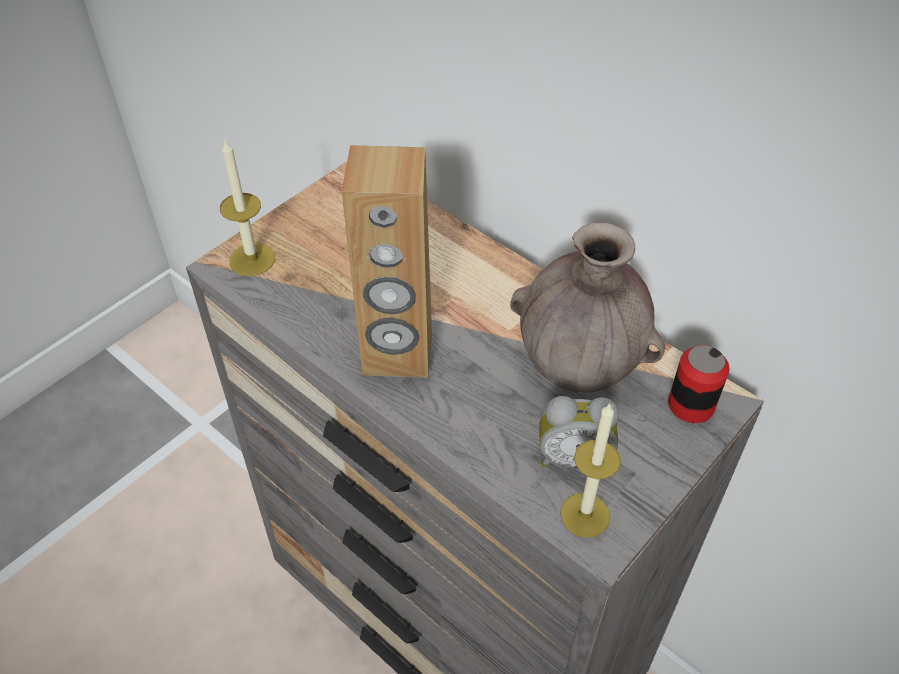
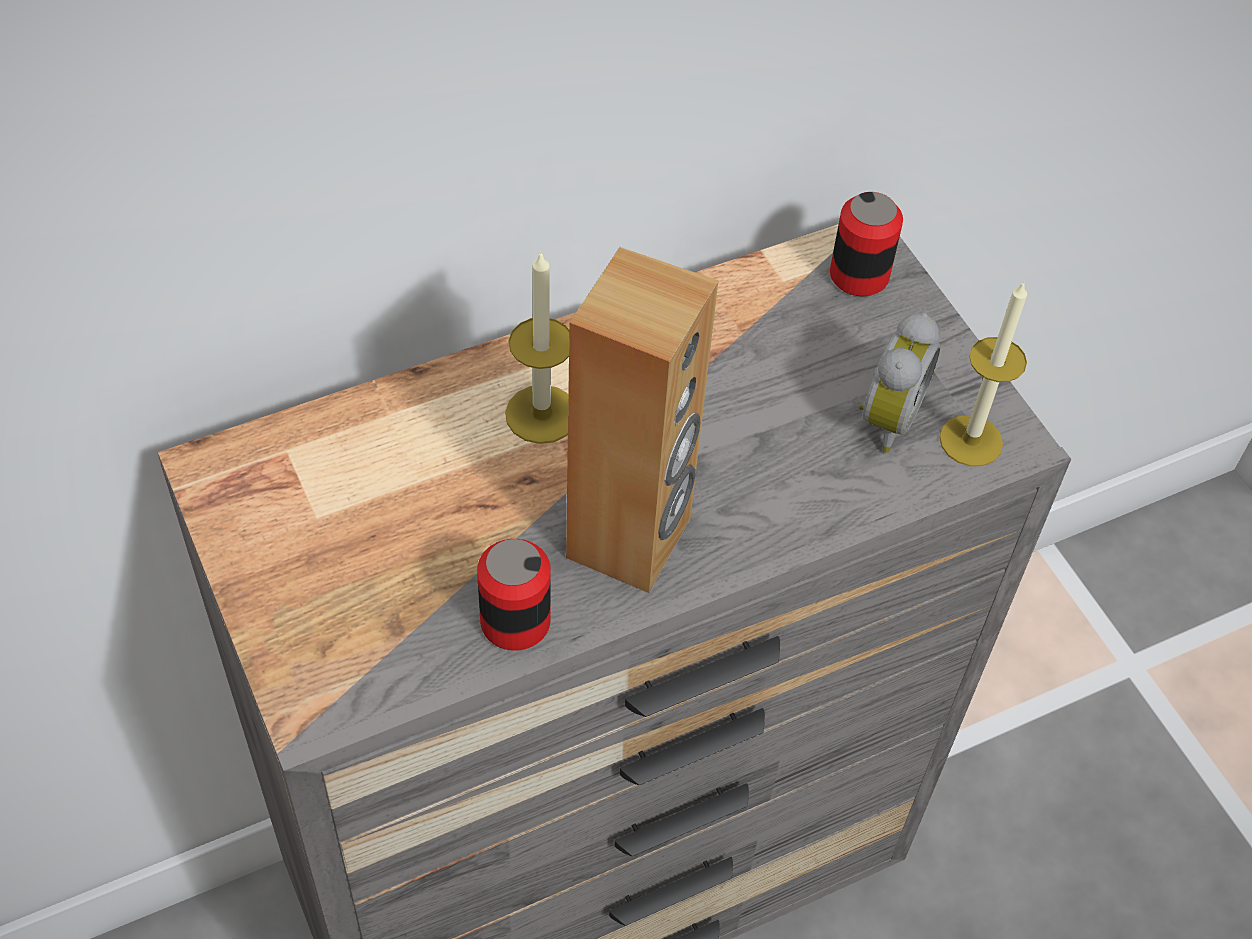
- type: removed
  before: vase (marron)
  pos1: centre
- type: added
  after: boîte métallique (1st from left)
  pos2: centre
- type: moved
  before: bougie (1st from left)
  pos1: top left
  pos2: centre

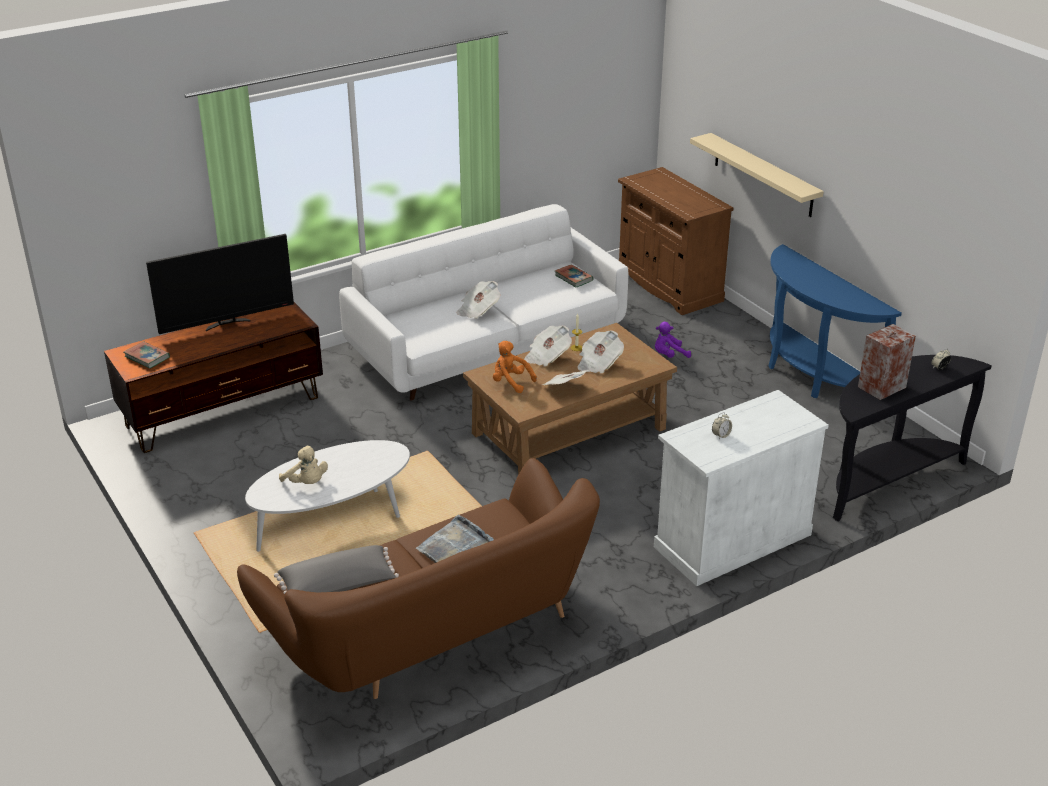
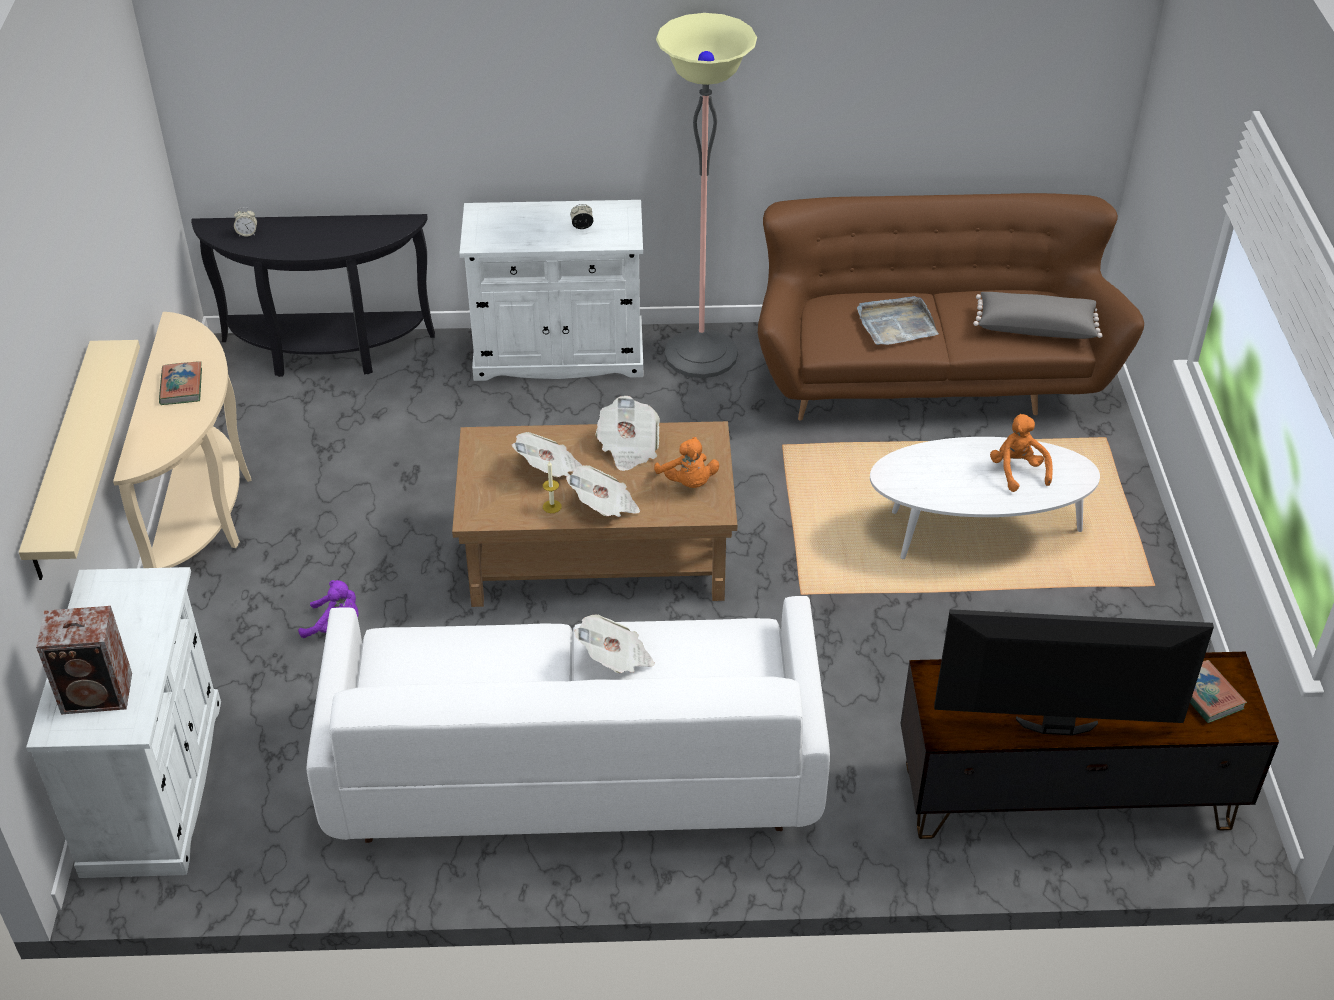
- type: added
  after: lampadaire
  pos2: top centre
- type: moved
  before: livre (2nd from left in the first image)
  after: livre (1st from left)
  pos1: centre
  pos2: middle left
- type: moved
  before: enceinte
  pos1: middle right
  pos2: middle left
- type: recoloured
  before: peluche (beige)
  after: peluche (orange) (2nd from left)
  pos1: middle left
  pos2: middle right
- type: recoloured
  before: meuble de rangement (marron)
  after: meuble de rangement (blanc) (1st from left)
  pos1: top centre
  pos2: bottom left
- type: recoloured
  before: table console (bleu)
  after: table console (beige)
  pos1: middle right
  pos2: middle left

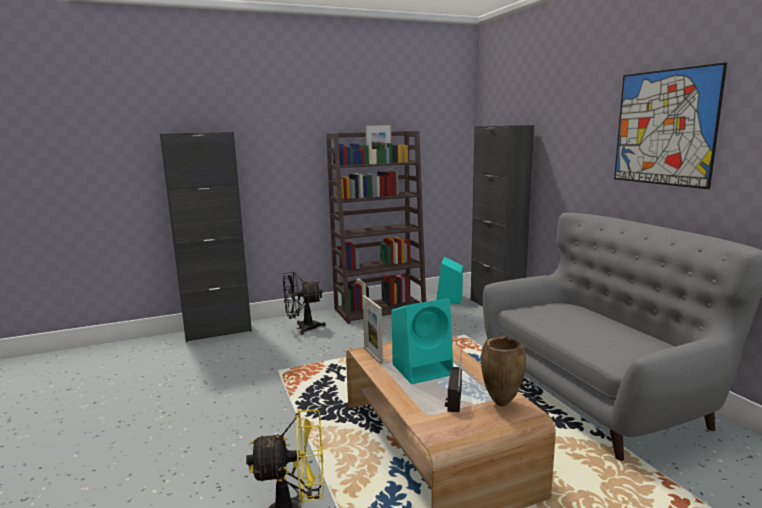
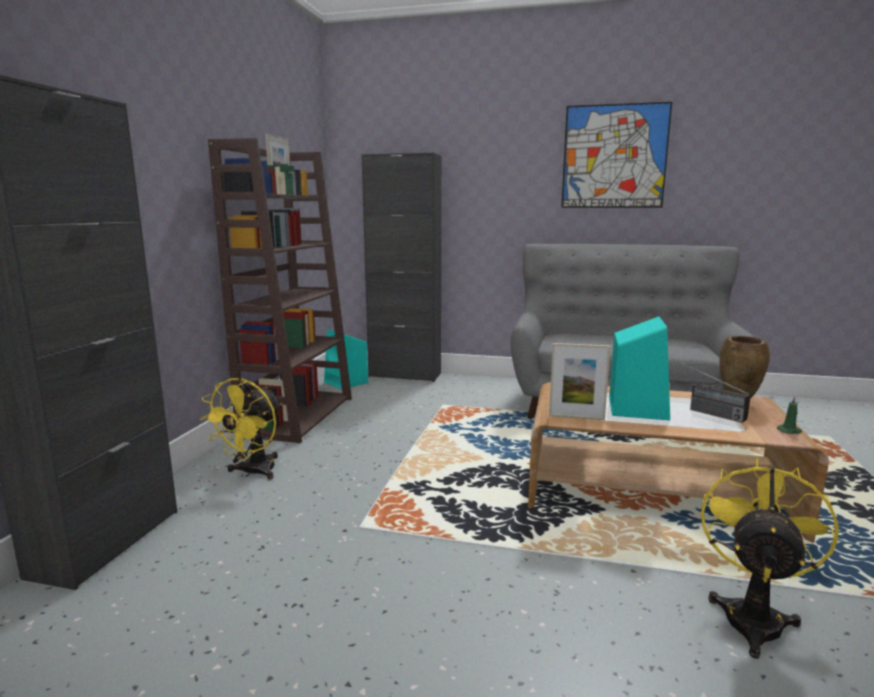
- type: added
  after: bougie (vert)
  pos2: middle right
- type: recoloured
  before: ventilateur (noir)
  after: ventilateur (jaune) (1st from left)
  pos1: centre
  pos2: middle left

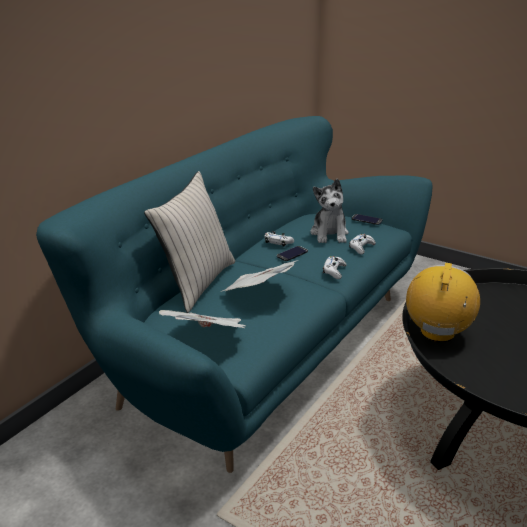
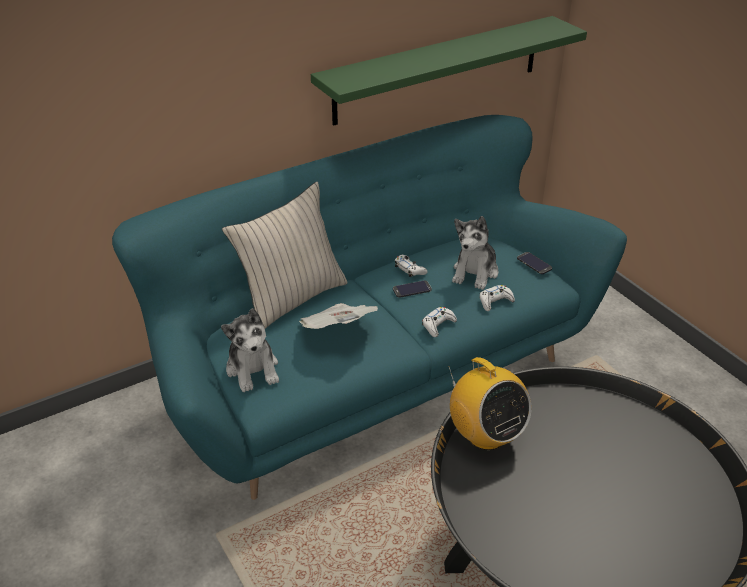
- type: added
  after: étagère (vert)
  pos2: top centre
- type: replaced
  before: journal (1st from left)
  after: peluche (1st from left)
  pos1: centre
  pos2: centre
- type: turned
  before: radio
  pos1: middle right
  pos2: bottom centre
  turn: 105

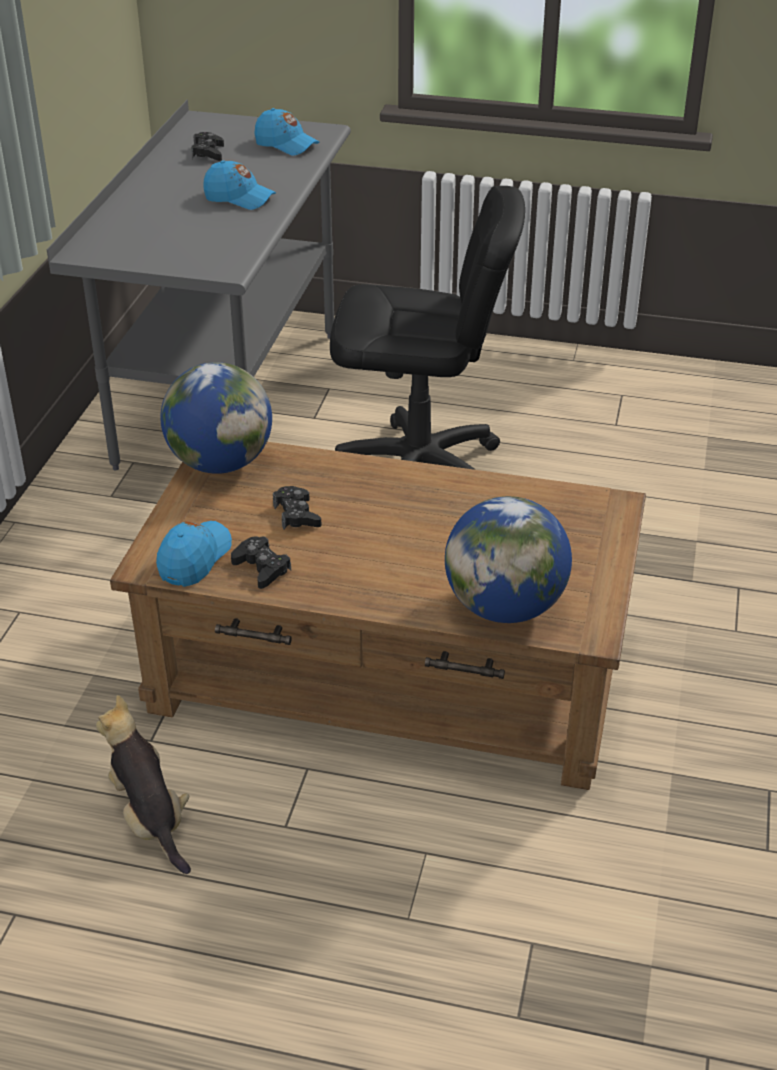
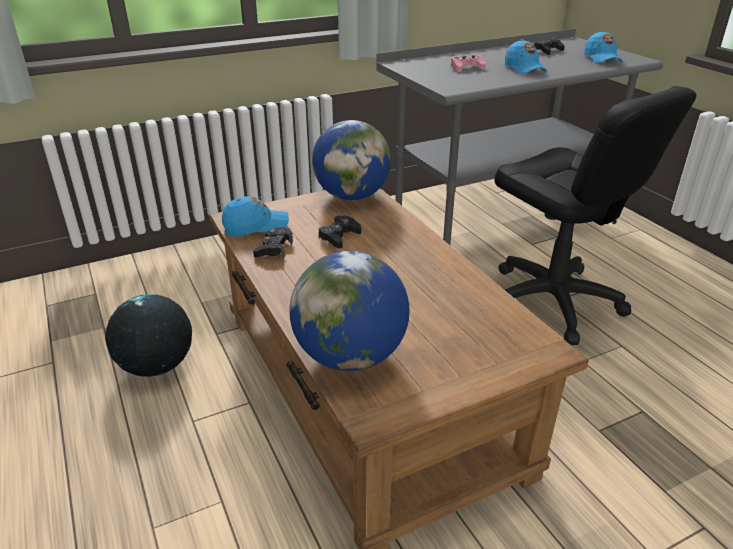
- type: added
  after: manette (rose)
  pos2: top centre
- type: replaced
  before: peluche
  after: globe (1st from left)
  pos1: bottom left
  pos2: middle left

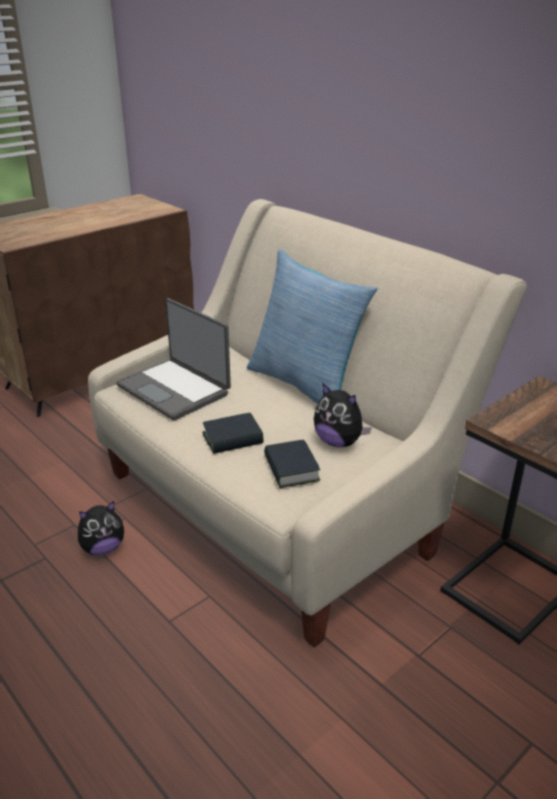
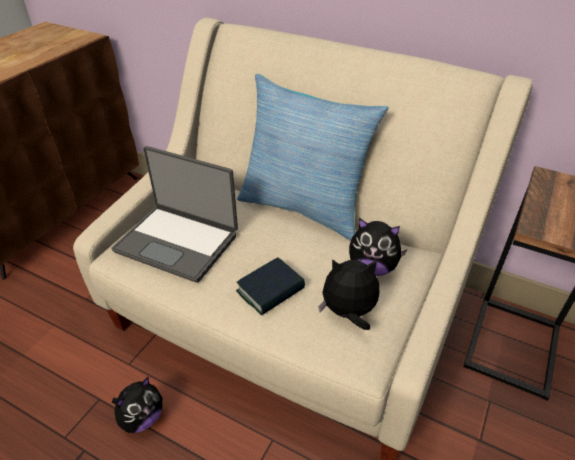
- type: replaced
  before: livre (2nd from left)
  after: peluche (2nd from left)
  pos1: centre
  pos2: centre

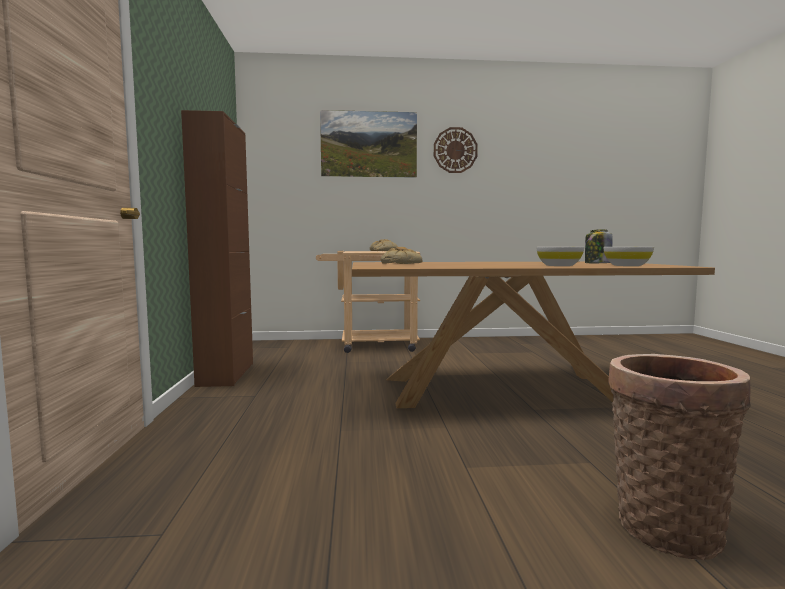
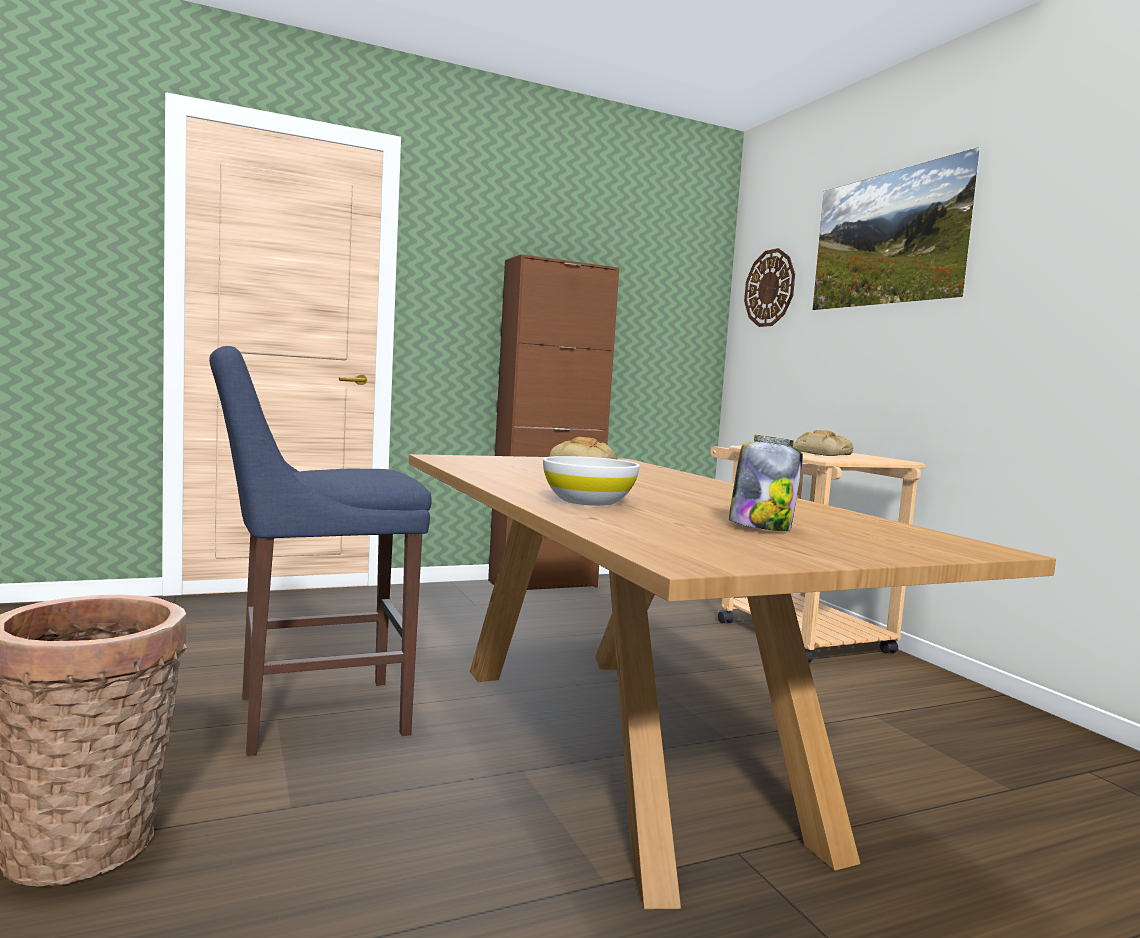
- type: removed
  before: bol (blanc) (2nd from left)
  pos1: middle right
- type: added
  after: tabouret (bleu)
  pos2: middle left
- type: moved
  before: horloge murale
  pos1: top centre
  pos2: top right

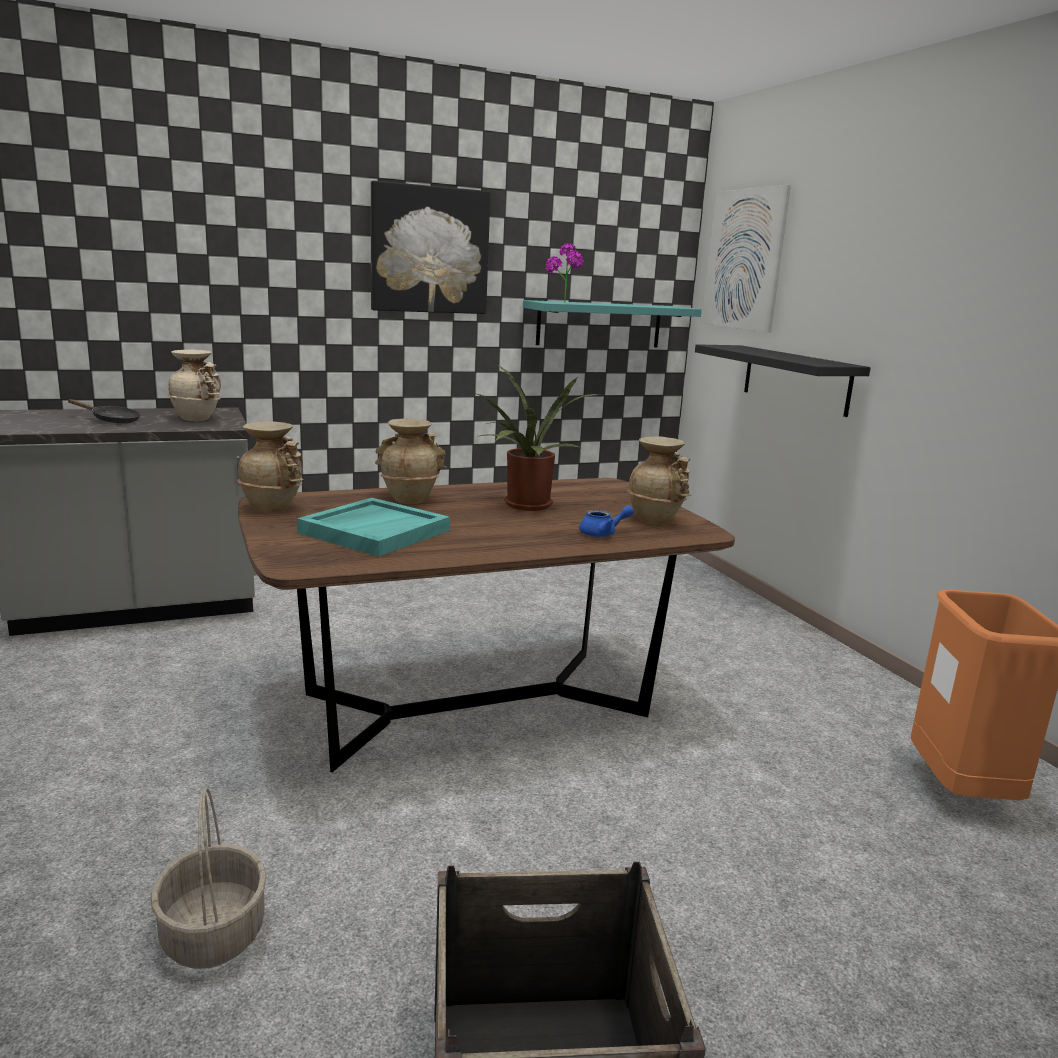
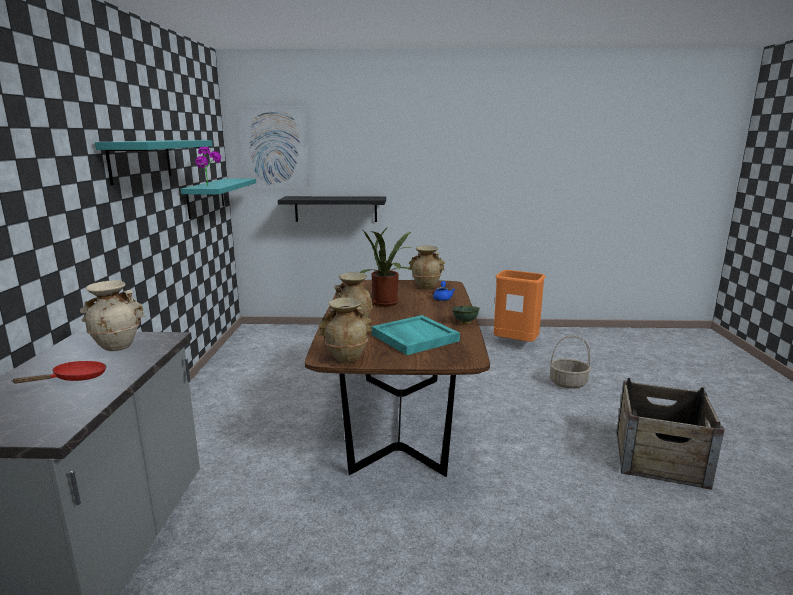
- type: added
  after: bol (vert)
  pos2: centre
- type: moved
  before: panier
  pos1: bottom left
  pos2: middle right
- type: replaced
  before: tableau (1st from left)
  after: étagère (turquoise) (1st from left)
  pos1: top centre
  pos2: top left
- type: recoloured
  before: poêle (noir)
  after: poêle (rouge)
  pos1: middle left
  pos2: middle left

